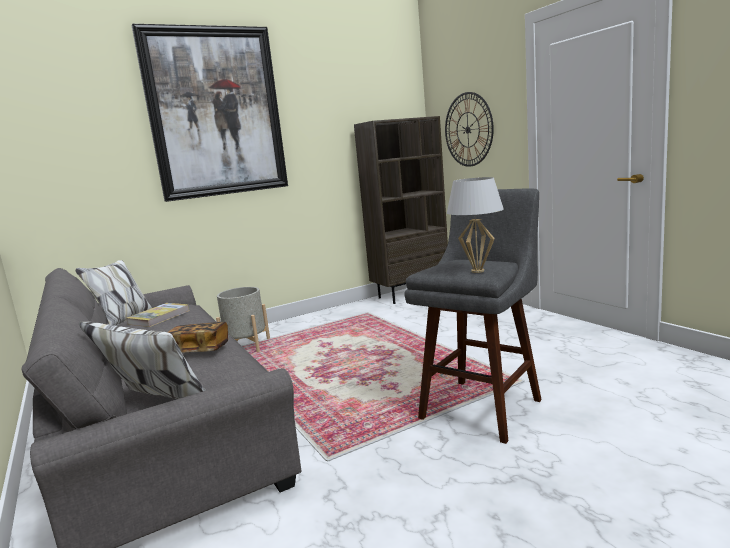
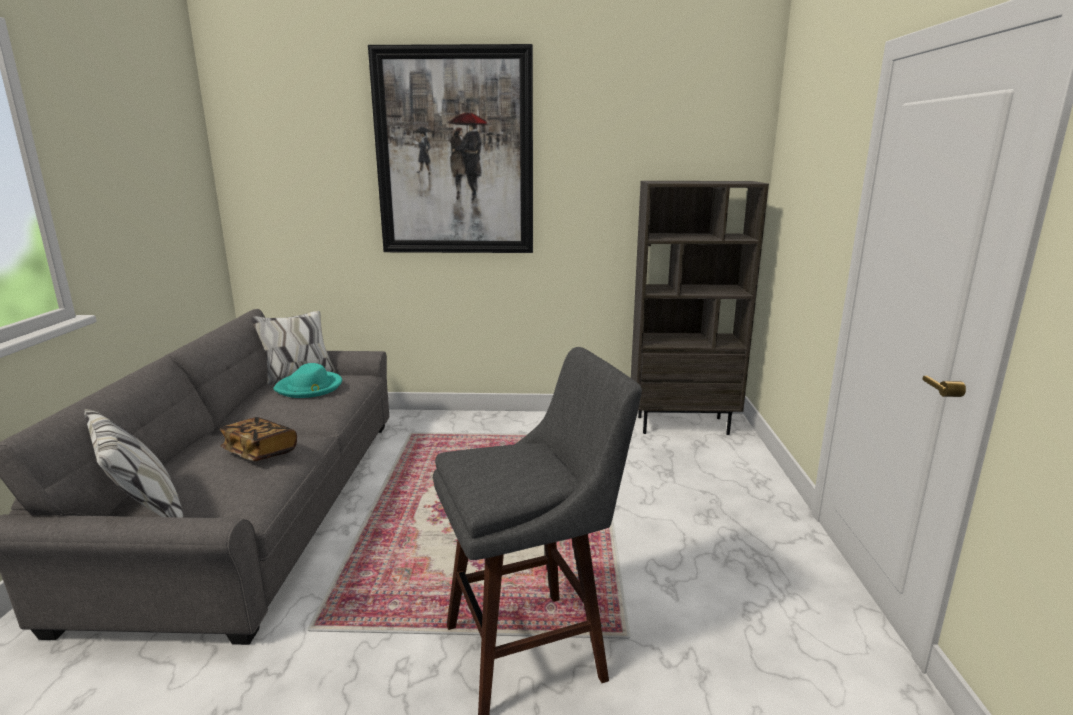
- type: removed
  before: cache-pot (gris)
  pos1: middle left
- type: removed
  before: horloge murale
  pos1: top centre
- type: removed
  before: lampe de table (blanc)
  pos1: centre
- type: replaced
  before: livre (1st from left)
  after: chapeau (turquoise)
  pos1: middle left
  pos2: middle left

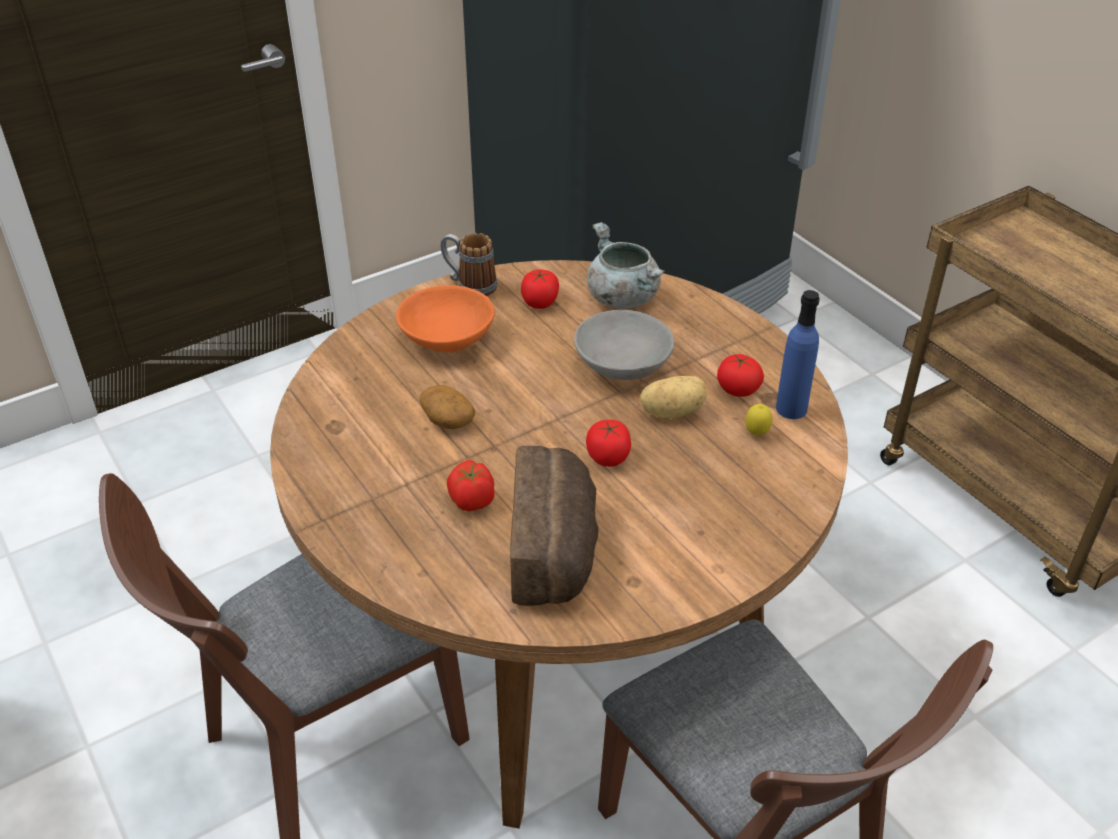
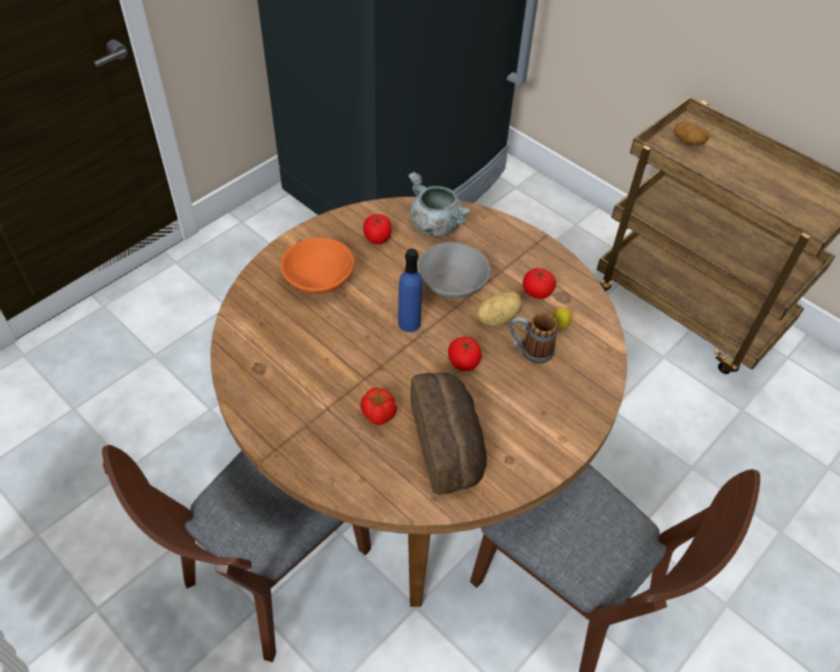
- type: moved
  before: pomme de terre (1st from left in the first image)
  after: pomme de terre (2nd from left)
  pos1: centre
  pos2: top right
- type: moved
  before: mug
  pos1: top centre
  pos2: centre
- type: moved
  before: bouteille (bleu)
  pos1: middle right
  pos2: centre

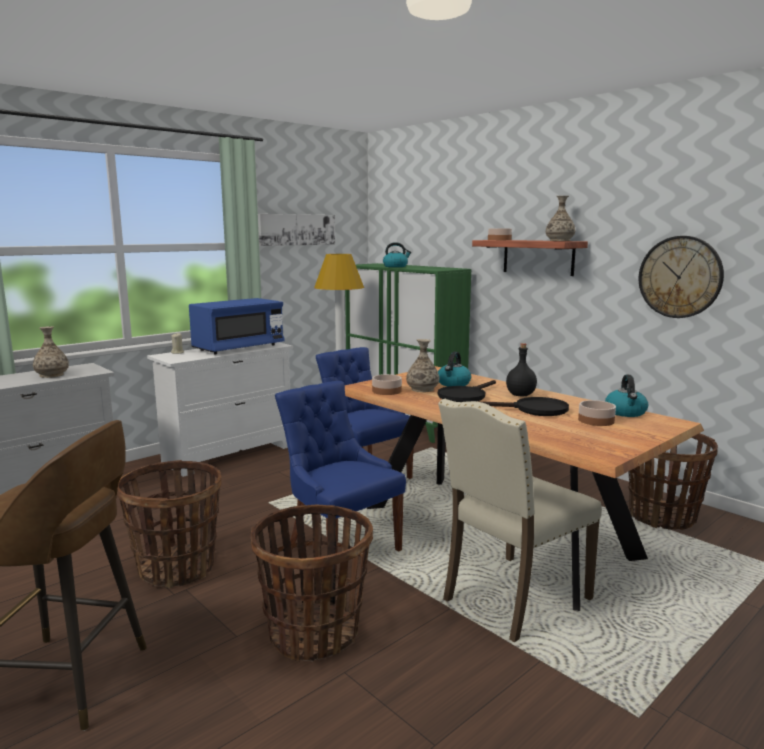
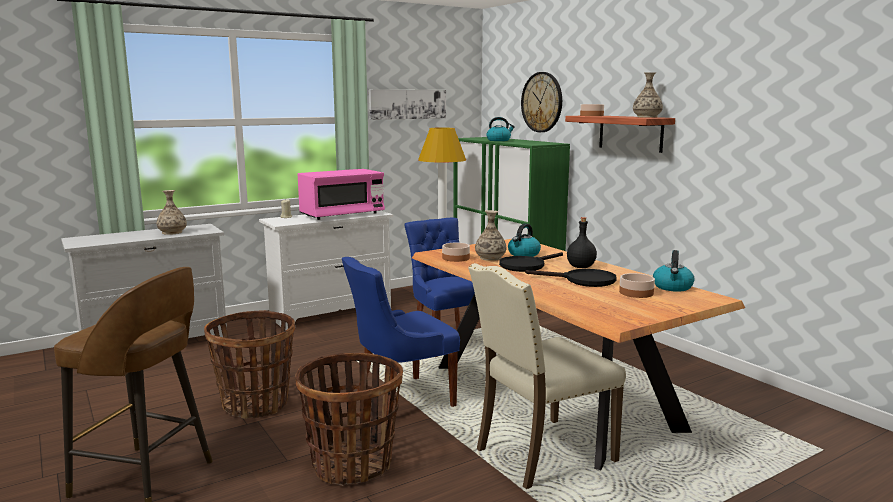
- type: removed
  before: panier (3rd from left)
  pos1: middle right
- type: moved
  before: horloge murale
  pos1: middle right
  pos2: top centre
- type: recoloured
  before: micro-ondes (bleu)
  after: micro-ondes (rose)
  pos1: middle left
  pos2: centre
- type: turned
  before: chaise (bleu) (1st from left)
  pos1: centre
  pos2: bottom centre
  turn: -90

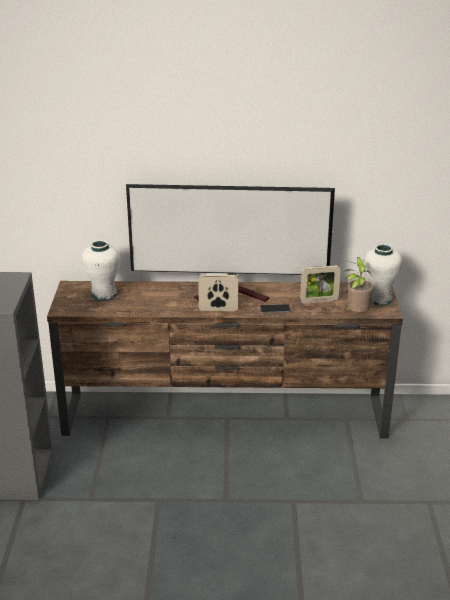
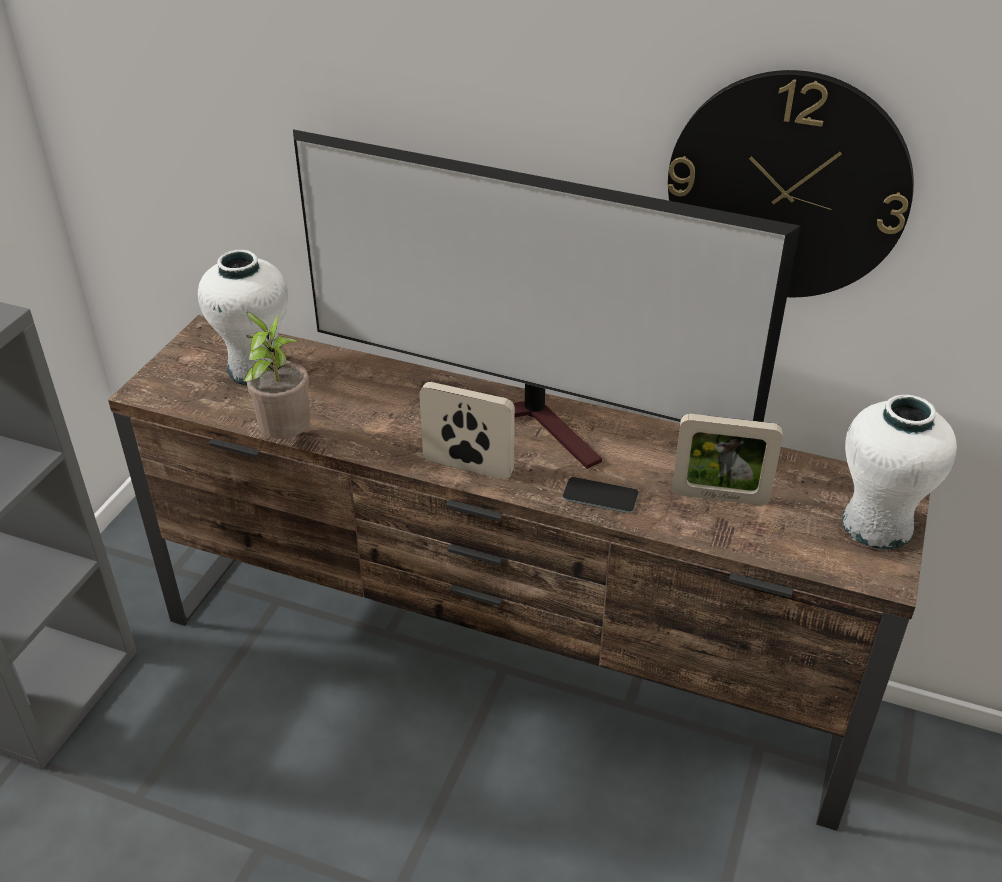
- type: added
  after: horloge murale
  pos2: top right
- type: moved
  before: plante en pot
  pos1: middle right
  pos2: middle left

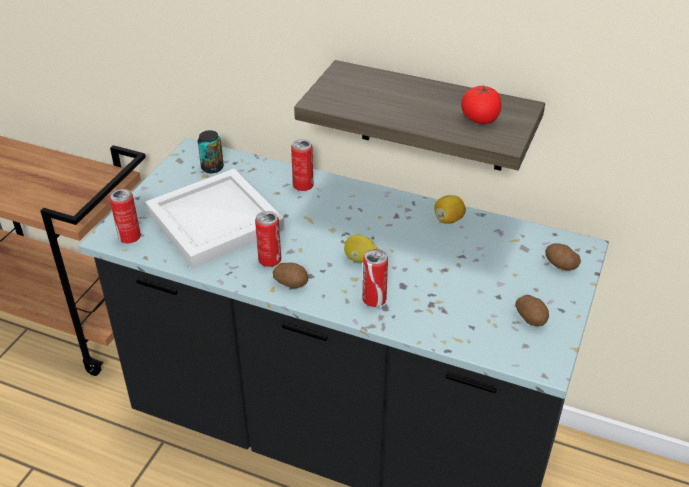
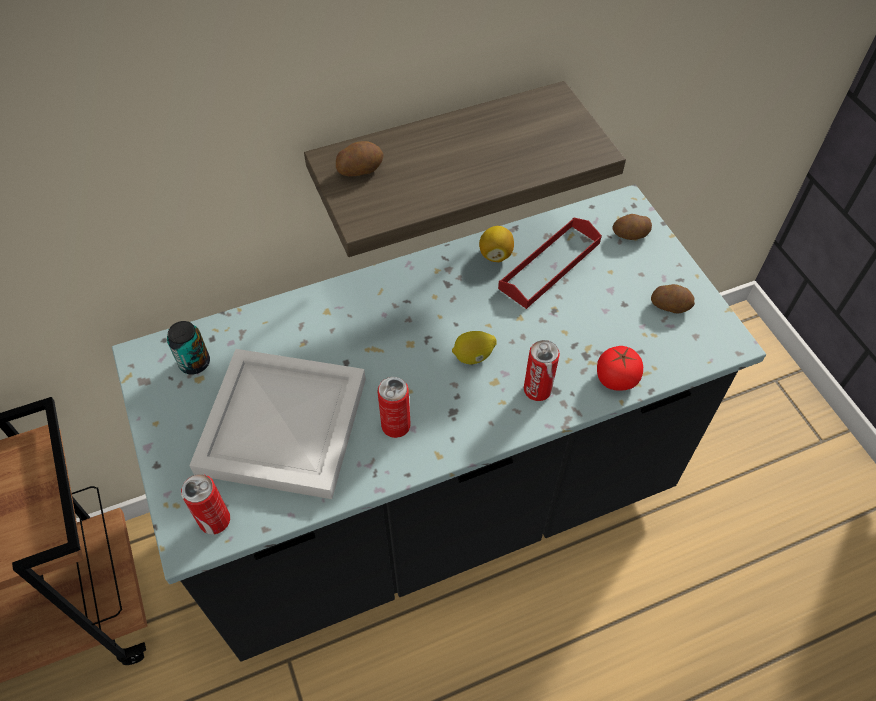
- type: removed
  before: boîte métallique (4th from left)
  pos1: centre
- type: added
  after: plateau (rouge)
  pos2: centre
- type: moved
  before: pomme de terre (1st from left)
  pos1: centre
  pos2: top centre
- type: moved
  before: tomate
  pos1: top right
  pos2: middle right

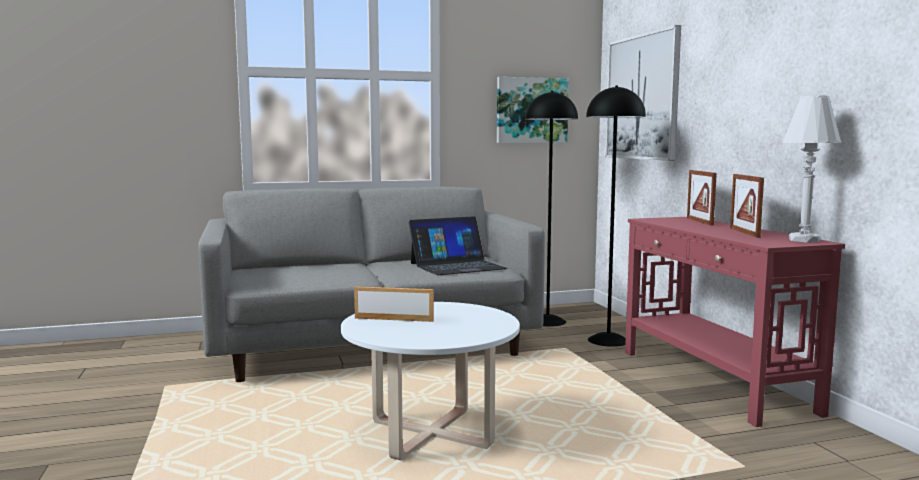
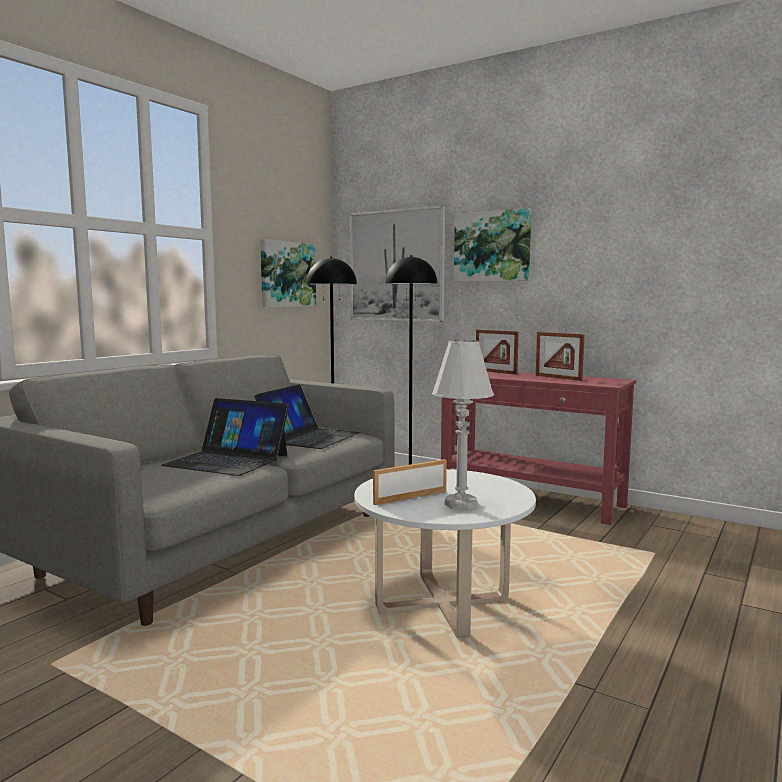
- type: added
  after: ordinateur portable (1st from left)
  pos2: middle left
- type: added
  after: tableau (3rd from left)
  pos2: top centre
- type: moved
  before: lampe de table (blanc)
  pos1: middle right
  pos2: centre

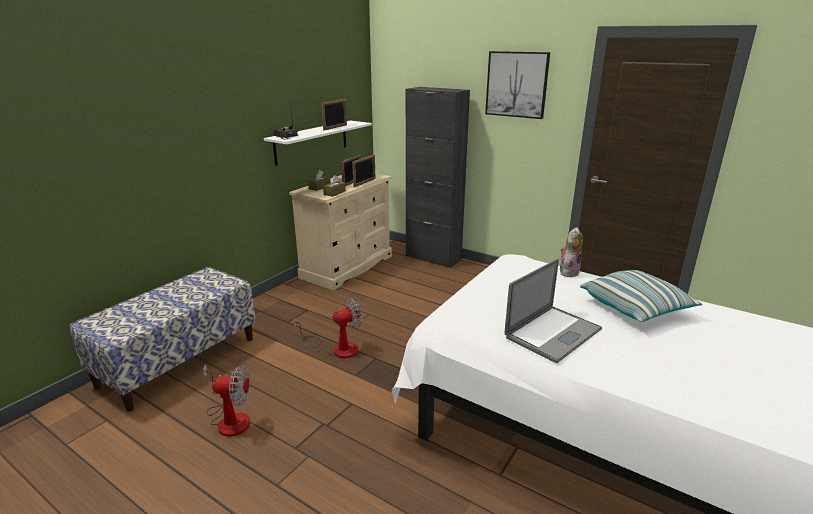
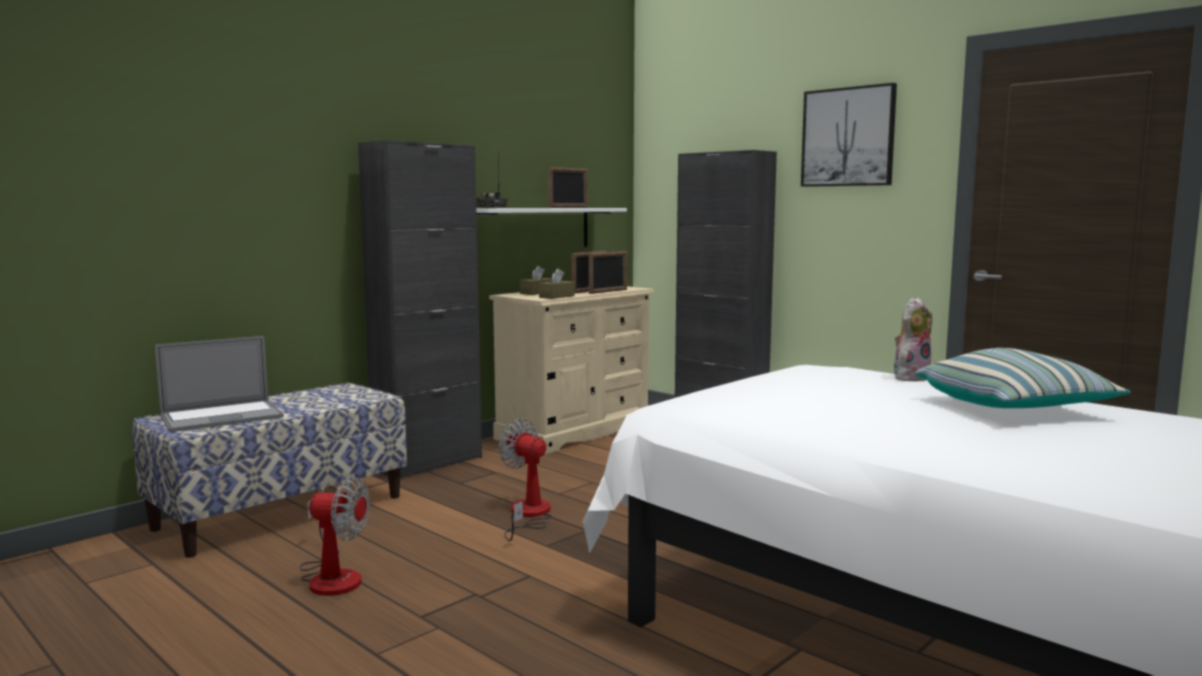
- type: added
  after: meuble de rangement (noir) (1st from left)
  pos2: centre
- type: moved
  before: ordinateur portable
  pos1: middle right
  pos2: middle left
- type: turned
  before: ventilateur (2nd from left)
  pos1: centre
  pos2: bottom centre
  turn: -120

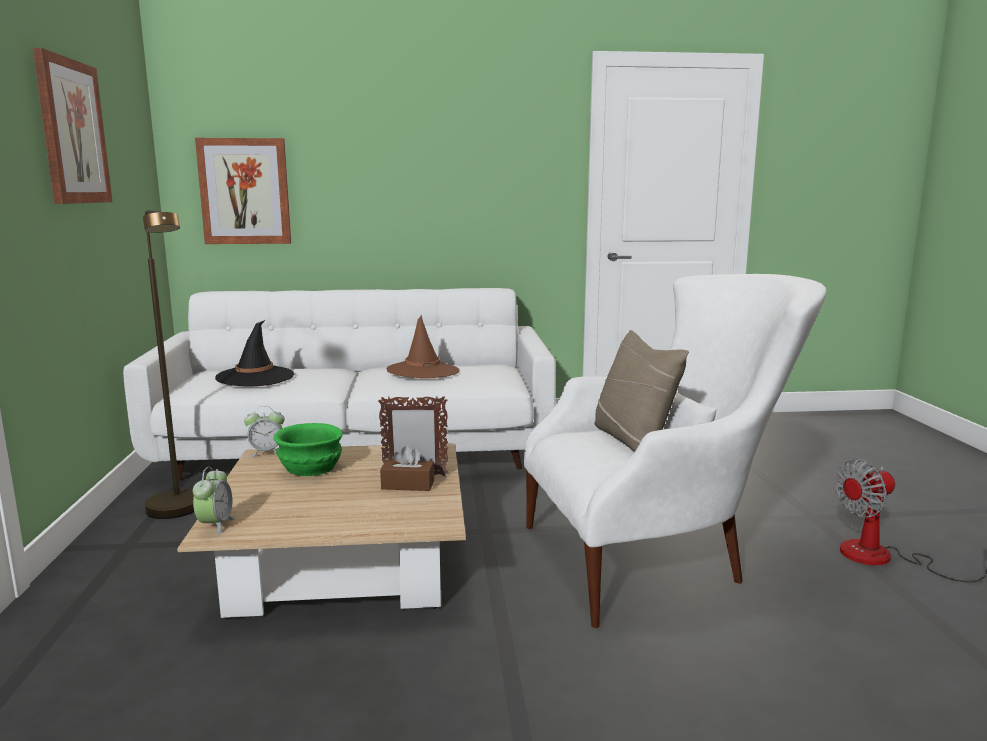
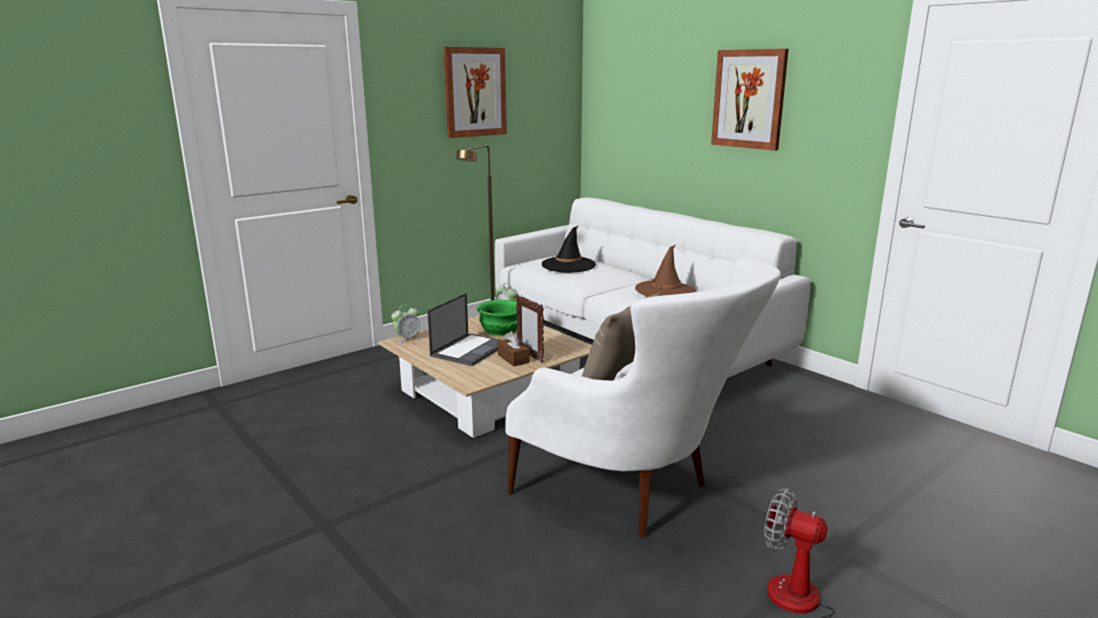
- type: added
  after: ordinateur portable
  pos2: centre
- type: moved
  before: tableau (2nd from left)
  pos1: top left
  pos2: top right

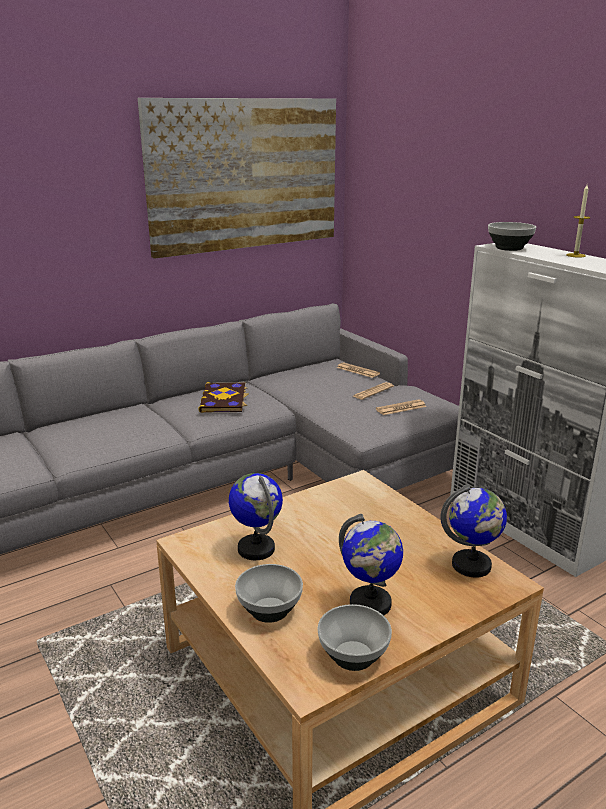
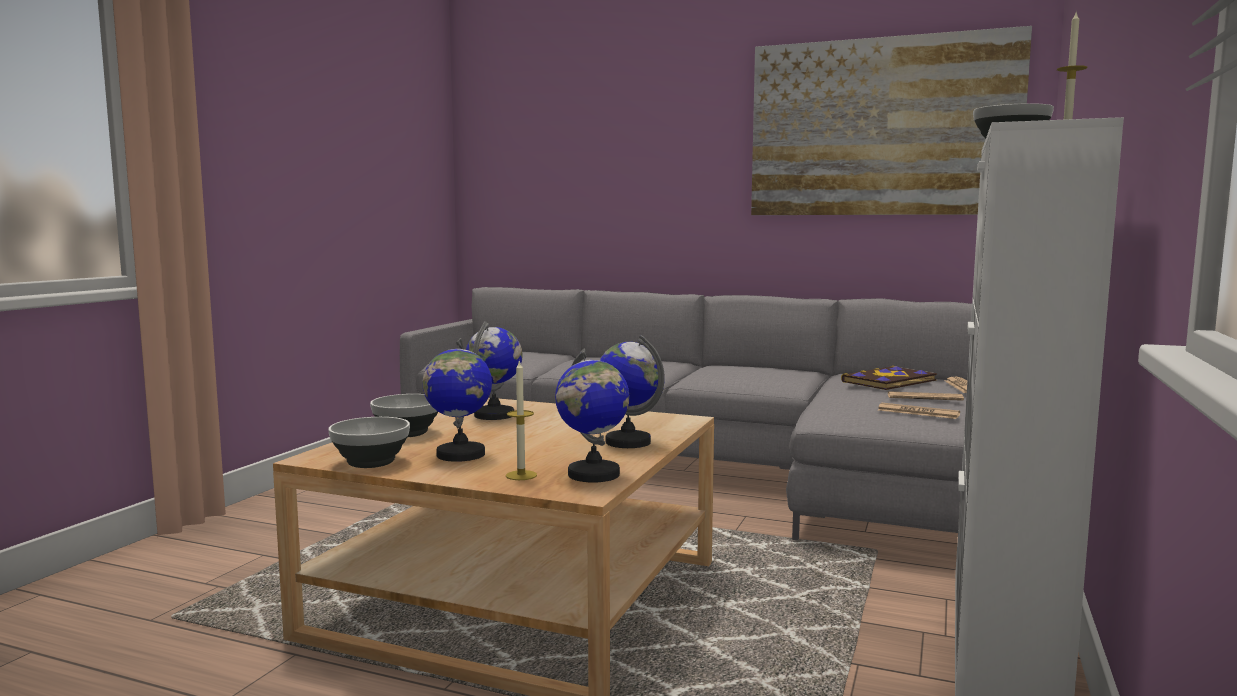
- type: added
  after: bougie (1st from left)
  pos2: centre
- type: added
  after: globe (4th from left)
  pos2: centre
- type: moved
  before: livre
  pos1: centre
  pos2: middle right

